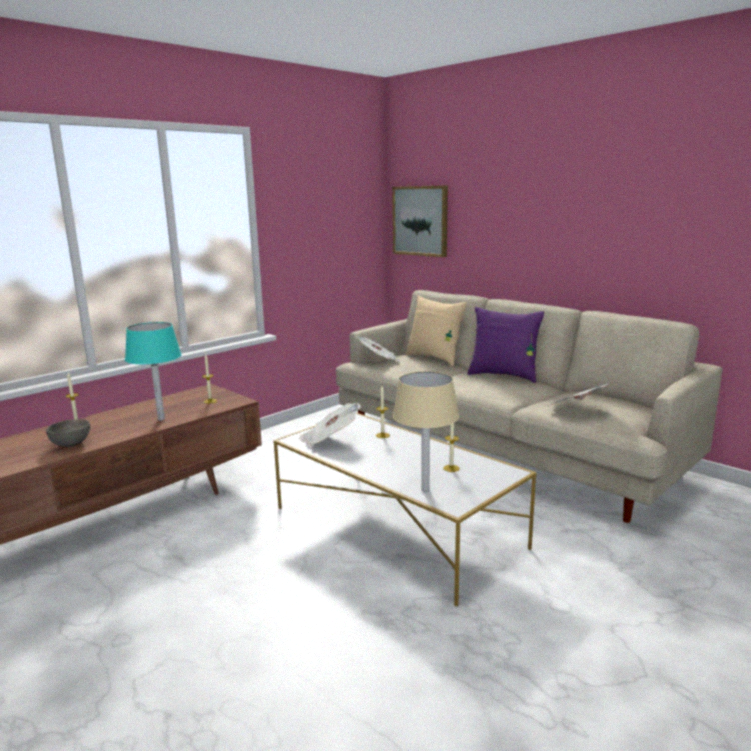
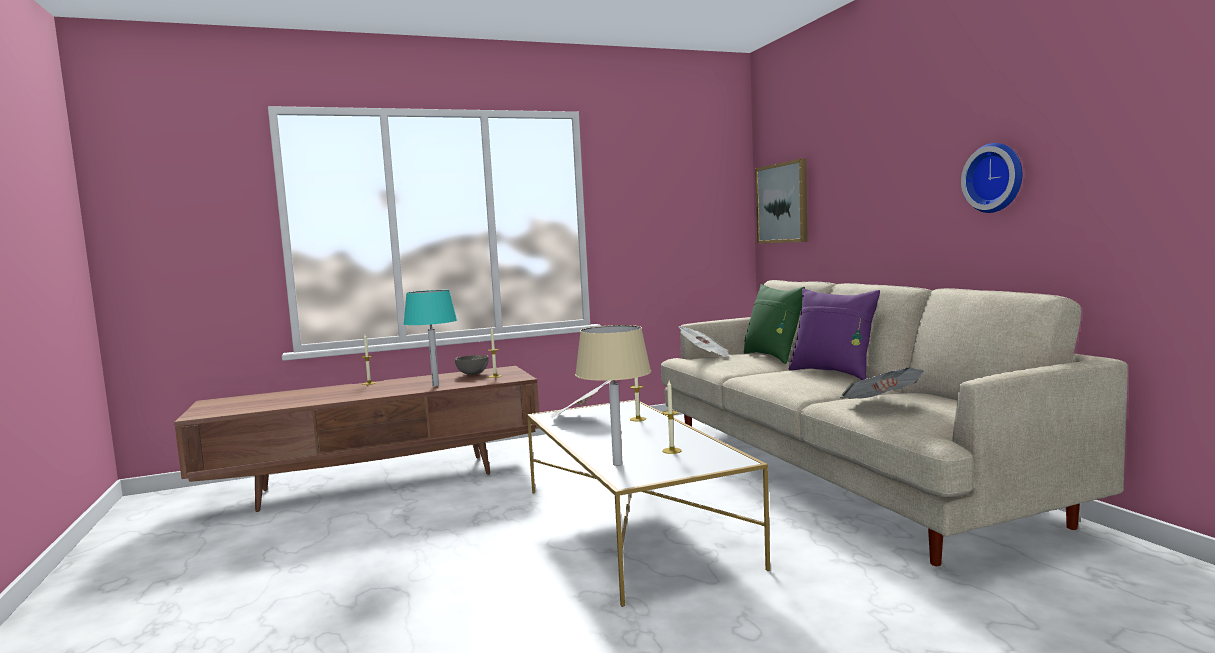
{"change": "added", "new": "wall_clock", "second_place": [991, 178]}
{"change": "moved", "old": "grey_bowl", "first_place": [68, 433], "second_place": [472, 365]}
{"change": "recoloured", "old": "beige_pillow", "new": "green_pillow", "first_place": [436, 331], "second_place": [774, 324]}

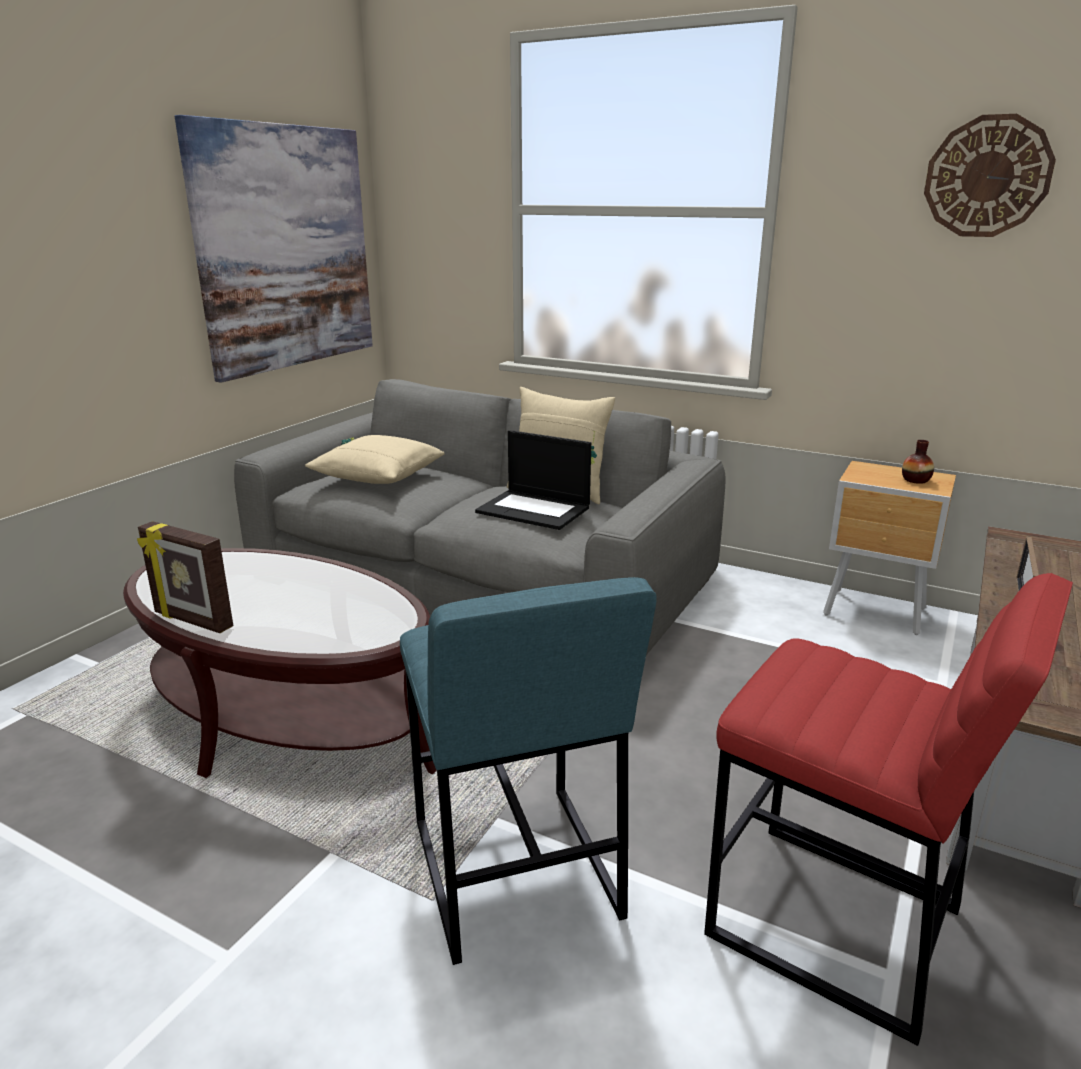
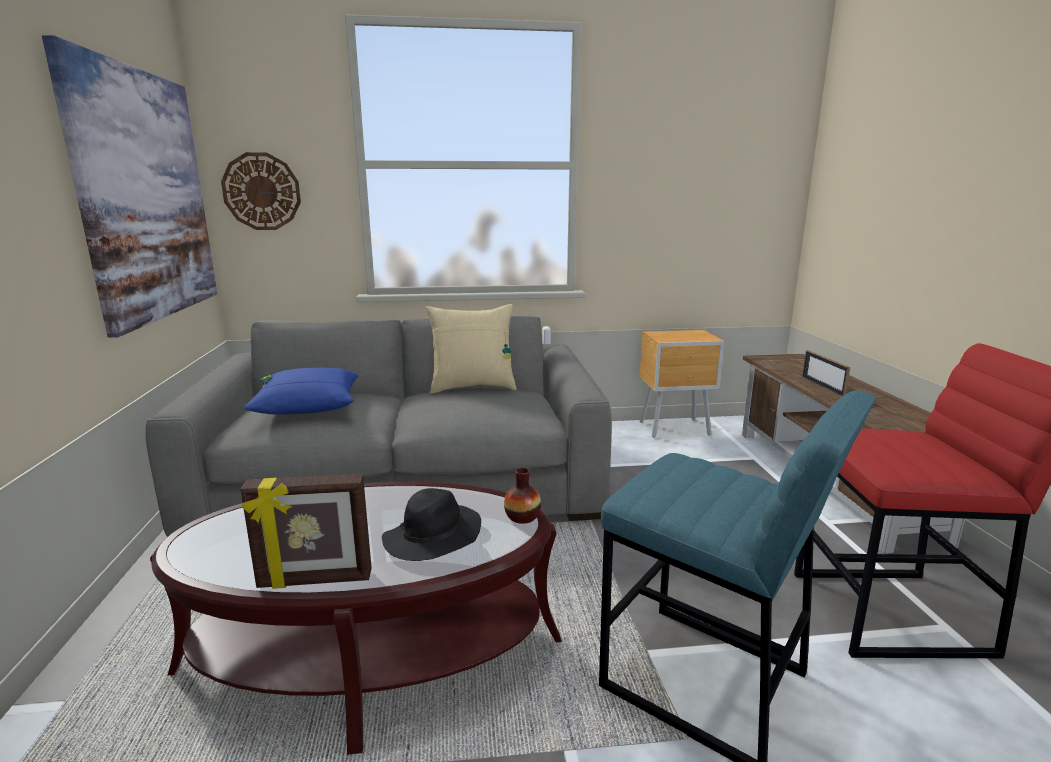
{"change": "removed", "old": "laptop", "first_place": [533, 480]}
{"change": "added", "new": "black_hat", "second_place": [431, 524]}
{"change": "moved", "old": "vase", "first_place": [918, 462], "second_place": [522, 496]}
{"change": "moved", "old": "wall_clock", "first_place": [990, 175], "second_place": [261, 191]}
{"change": "recoloured", "old": "beige_pillow", "new": "blue_pillow", "first_place": [375, 459], "second_place": [301, 391]}

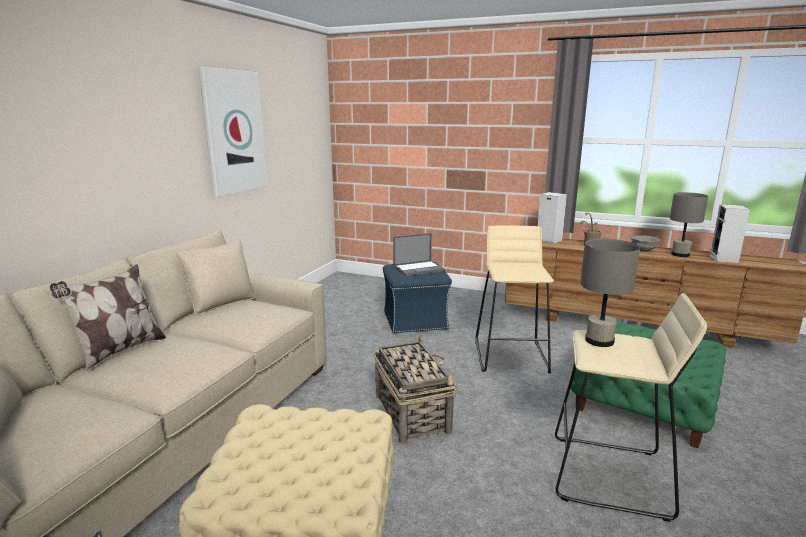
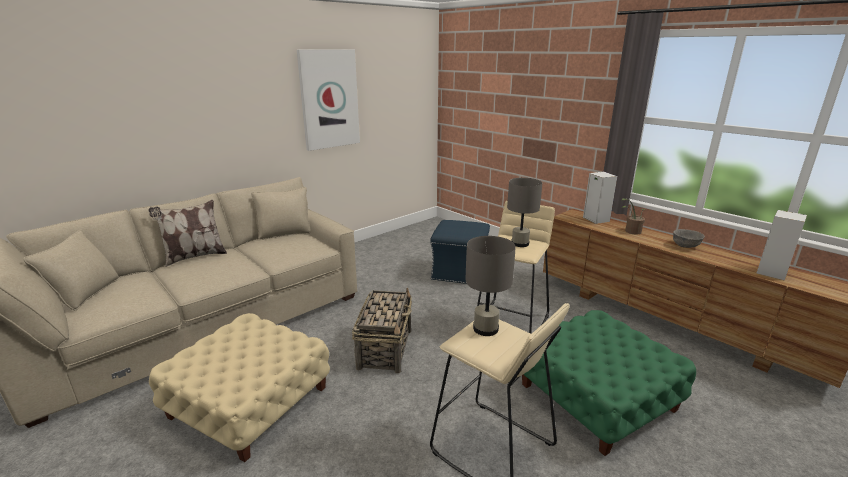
{"change": "removed", "old": "laptop", "first_place": [419, 254]}
{"change": "moved", "old": "grey_table_lamp", "first_place": [689, 224], "second_place": [524, 212]}

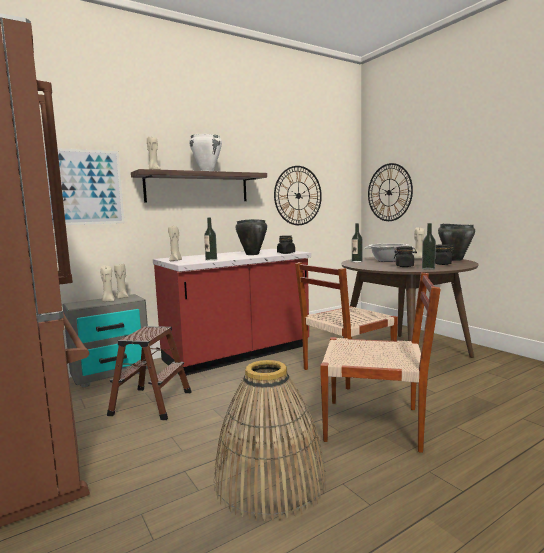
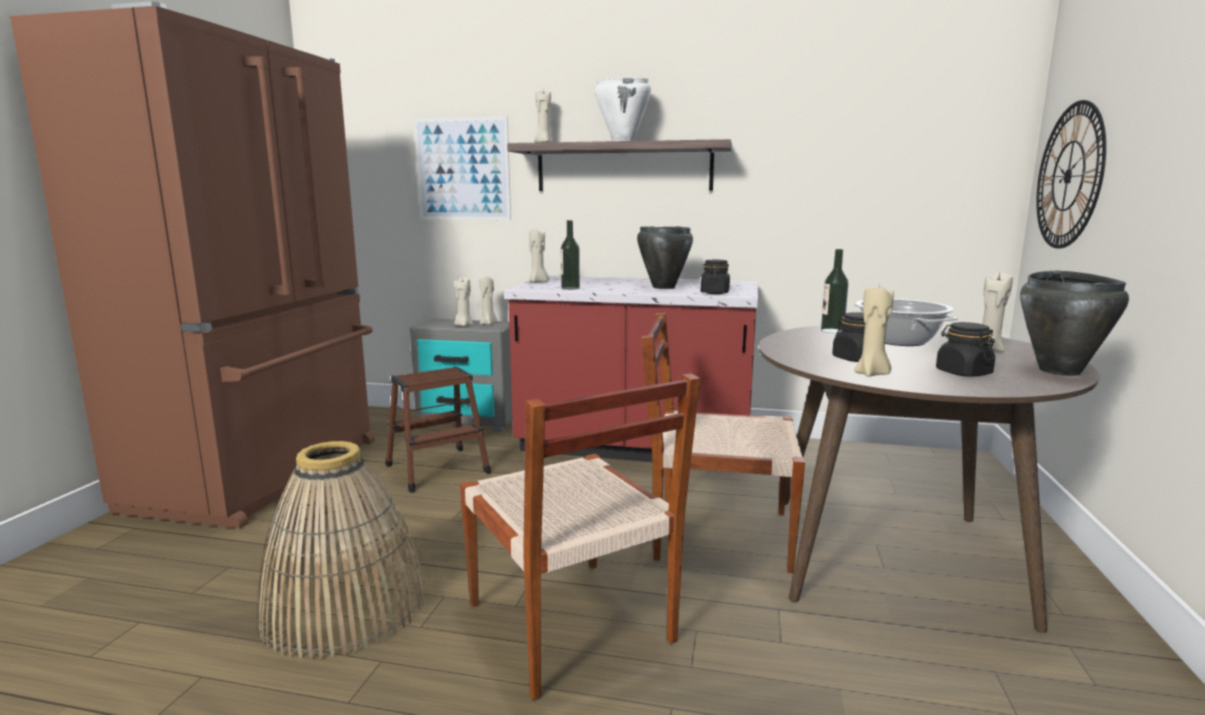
{"change": "removed", "old": "wall_clock", "first_place": [298, 195]}
{"change": "replaced", "old": "bottle", "new": "beige_candle", "first_place": [429, 246], "second_place": [874, 331]}

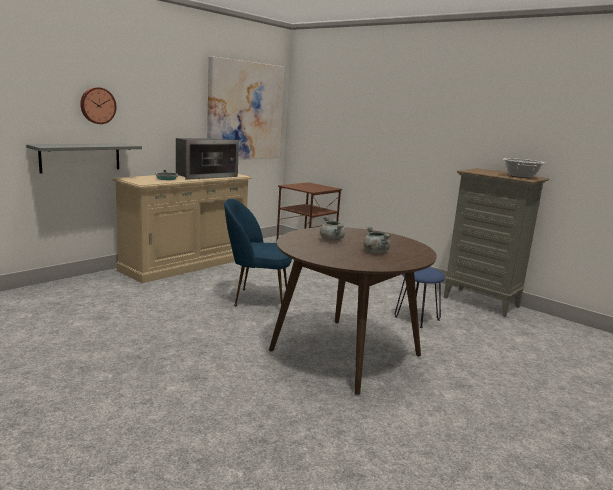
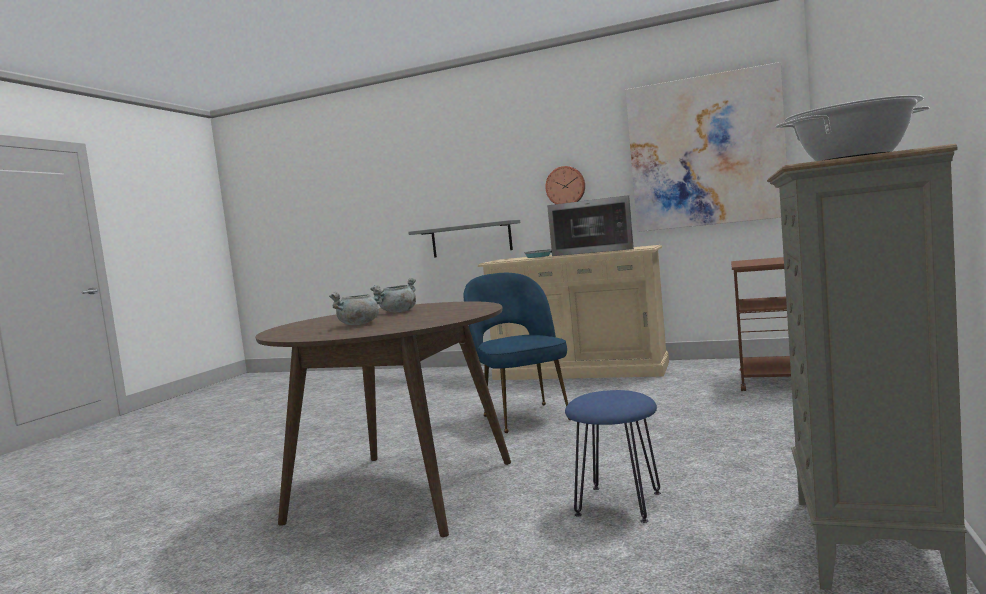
{"change": "moved", "old": "wall_clock", "first_place": [98, 105], "second_place": [565, 185]}

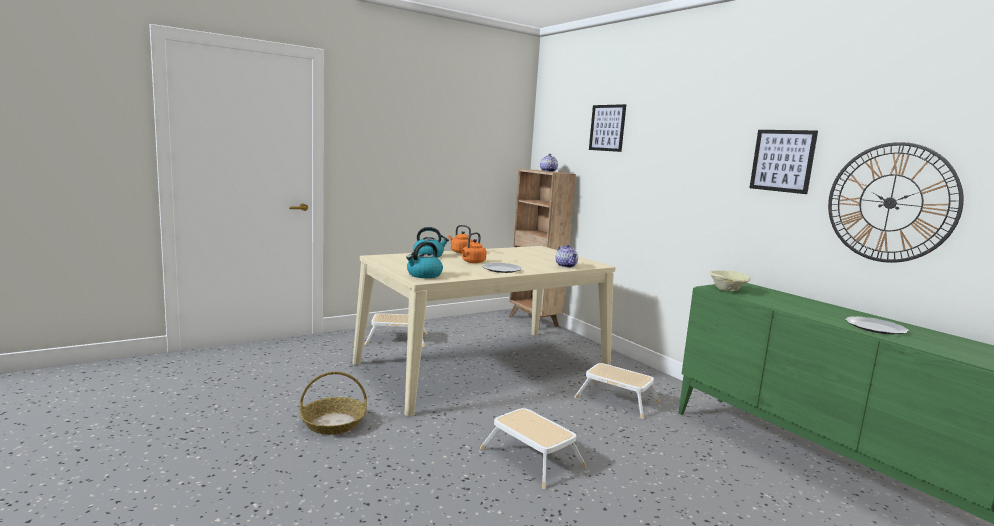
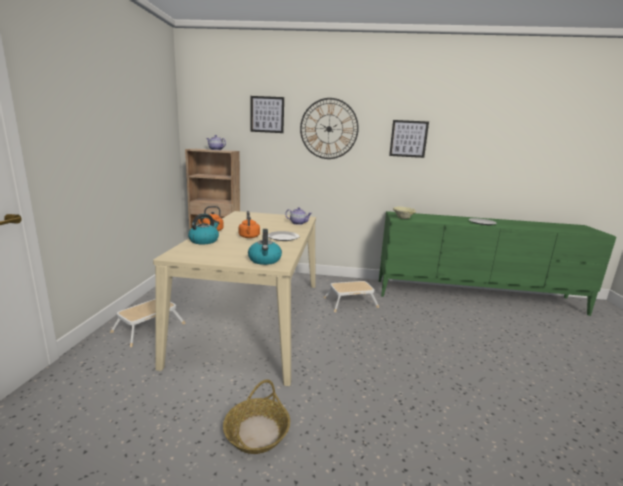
{"change": "removed", "old": "beige_step_ladder", "first_place": [533, 448]}
{"change": "moved", "old": "wall_clock", "first_place": [896, 202], "second_place": [329, 128]}

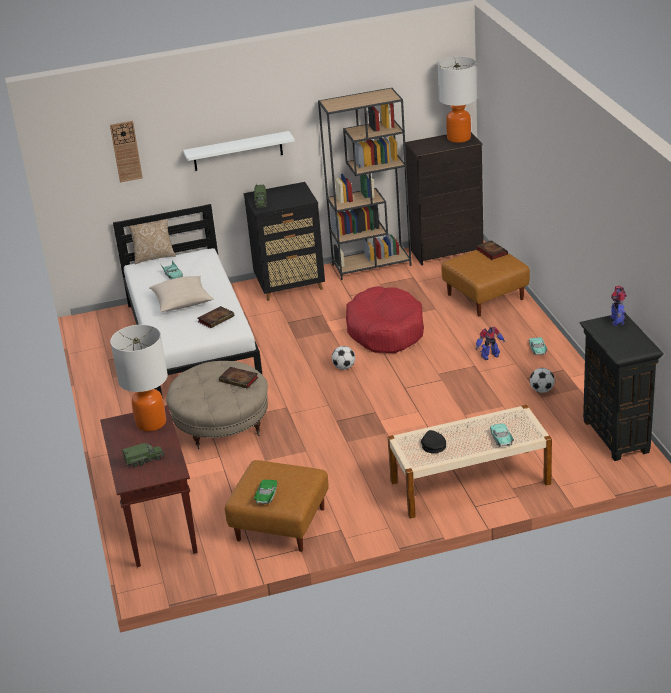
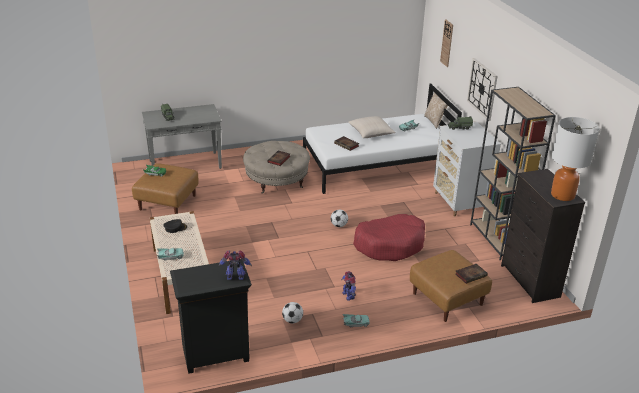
{"change": "removed", "old": "table_lamp", "first_place": [139, 378]}
{"change": "replaced", "old": "white_shelf", "new": "wall_clock", "first_place": [238, 151], "second_place": [482, 89]}
{"change": "recoloured", "old": "brown_console_table", "new": "grey_console_table", "first_place": [149, 486], "second_place": [182, 136]}
{"change": "recoloured", "old": "black_dresser", "new": "white_dresser", "first_place": [284, 241], "second_place": [467, 169]}

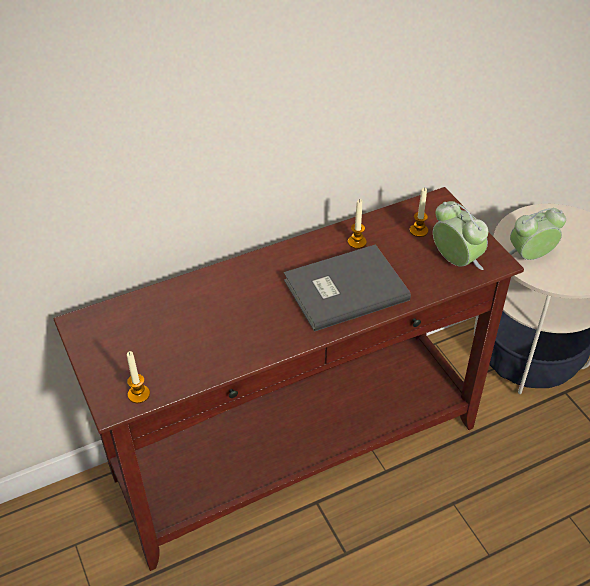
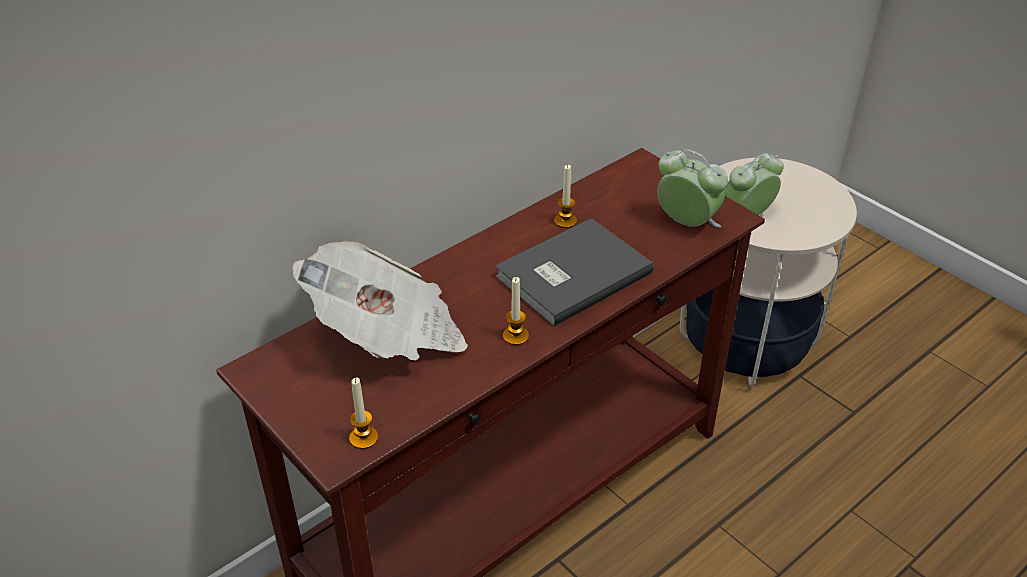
{"change": "added", "new": "newspaper", "second_place": [380, 300]}
{"change": "moved", "old": "candle", "first_place": [419, 212], "second_place": [516, 311]}

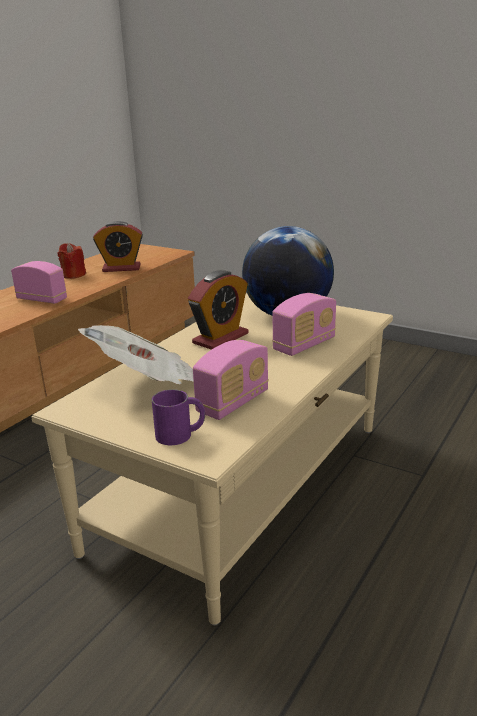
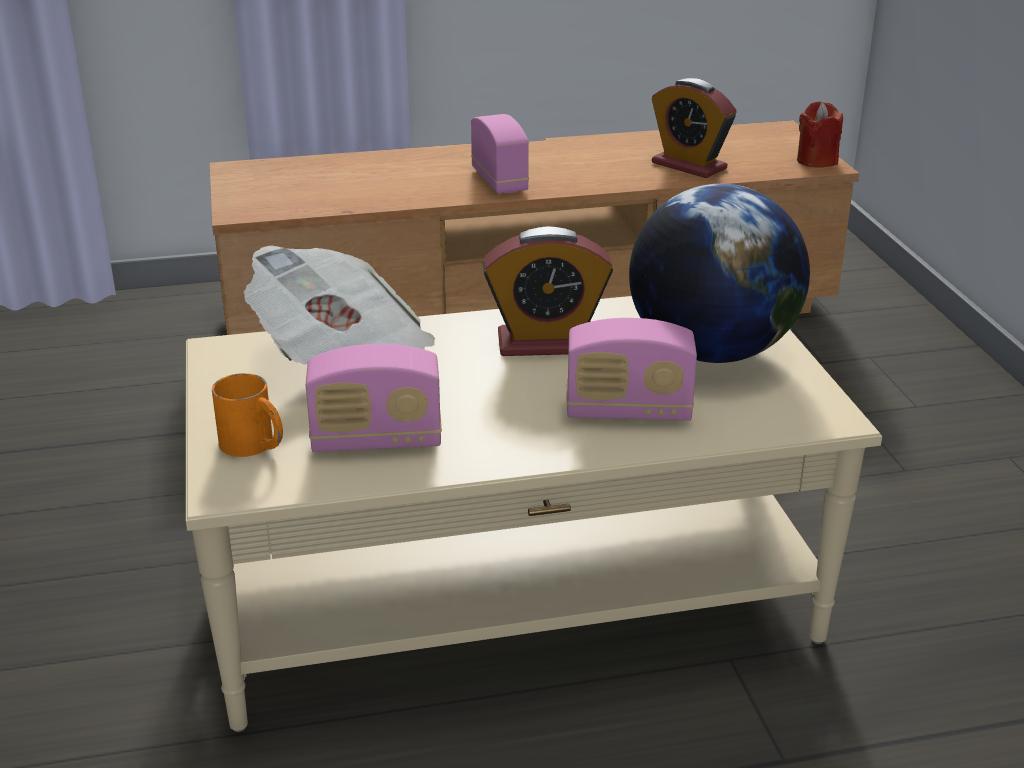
{"change": "moved", "old": "red_candle", "first_place": [72, 261], "second_place": [820, 134]}
{"change": "recoloured", "old": "purple_mug", "new": "orange_mug", "first_place": [178, 417], "second_place": [247, 415]}

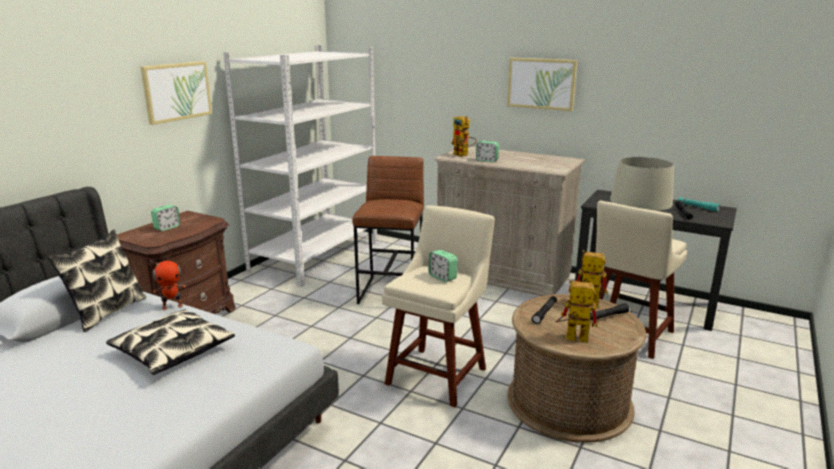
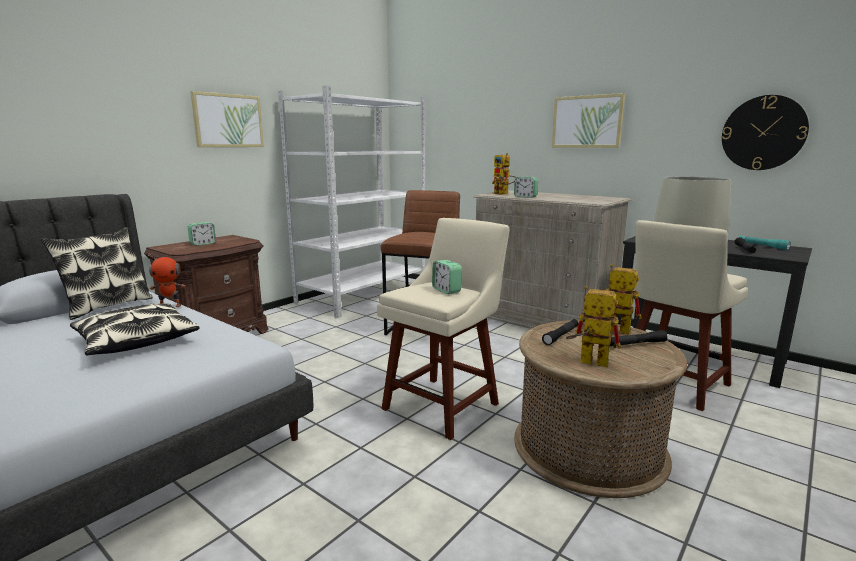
{"change": "added", "new": "wall_clock", "second_place": [765, 132]}

